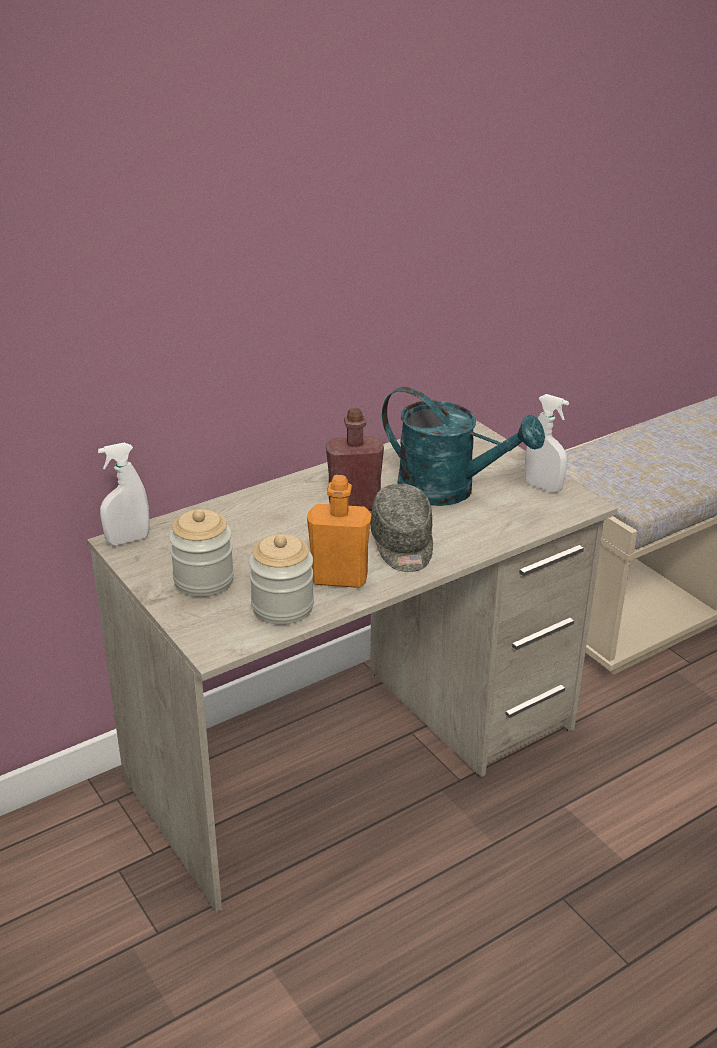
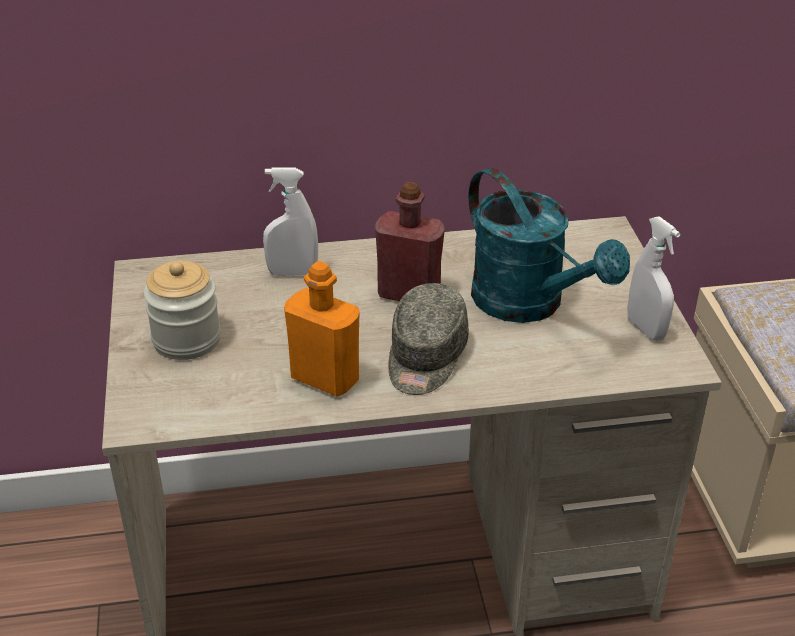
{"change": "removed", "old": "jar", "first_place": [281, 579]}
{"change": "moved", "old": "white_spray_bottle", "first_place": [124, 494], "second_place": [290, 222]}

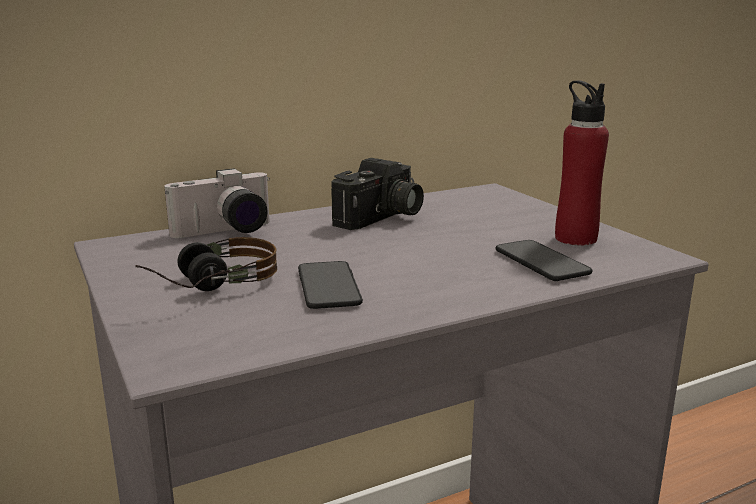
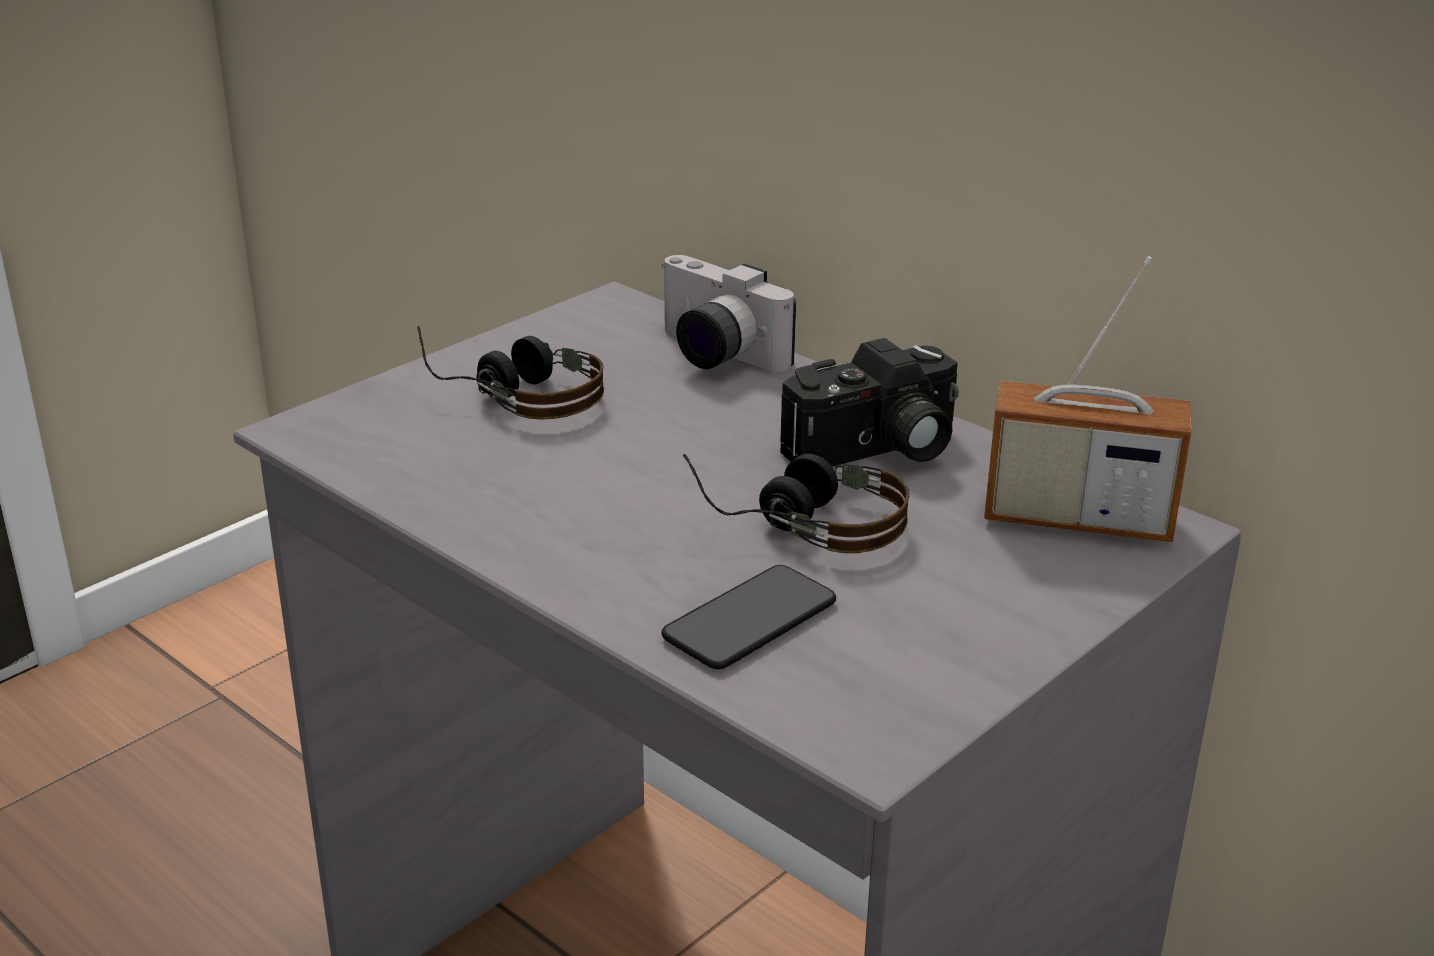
{"change": "removed", "old": "phone", "first_place": [330, 285]}
{"change": "removed", "old": "red_bottle", "first_place": [582, 162]}
{"change": "added", "new": "headphones", "second_place": [796, 503]}
{"change": "added", "new": "radio", "second_place": [1087, 399]}
{"change": "turned", "old": "photo_camera", "first_place": [377, 194], "second_place": [869, 402], "degrees": -45}

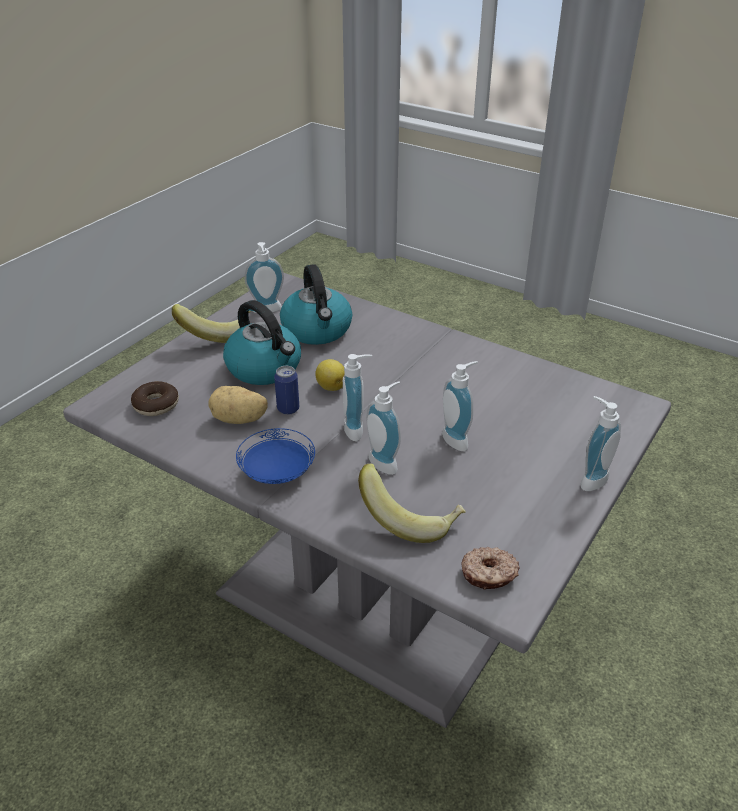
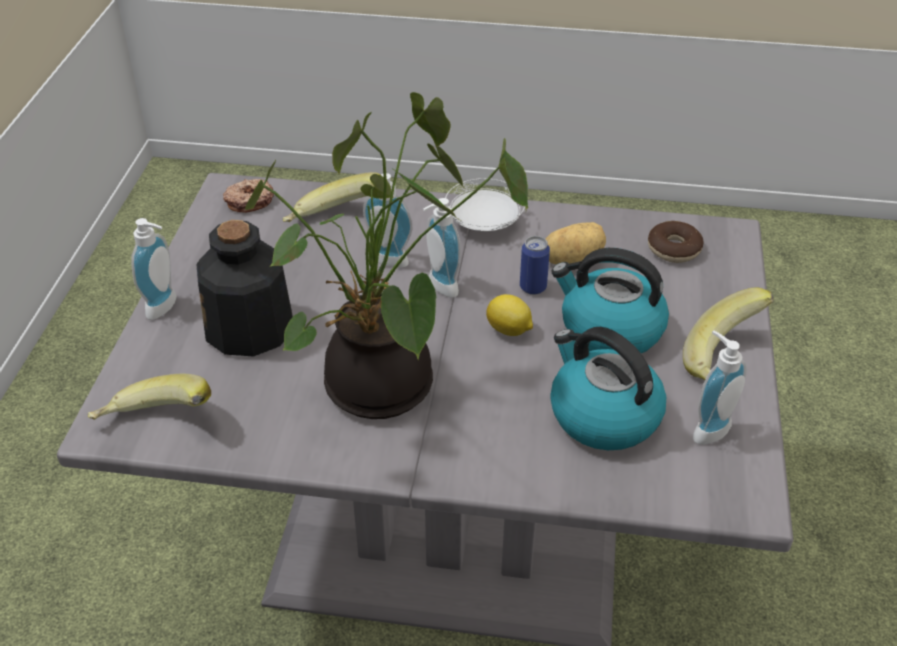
{"change": "removed", "old": "soap_dispenser", "first_place": [460, 406]}
{"change": "added", "new": "banana", "second_place": [149, 397]}
{"change": "added", "new": "bottle", "second_place": [245, 288]}
{"change": "added", "new": "potted_plant", "second_place": [386, 255]}
{"change": "recoloured", "old": "blue_plate", "new": "white_plate", "first_place": [275, 456], "second_place": [485, 204]}

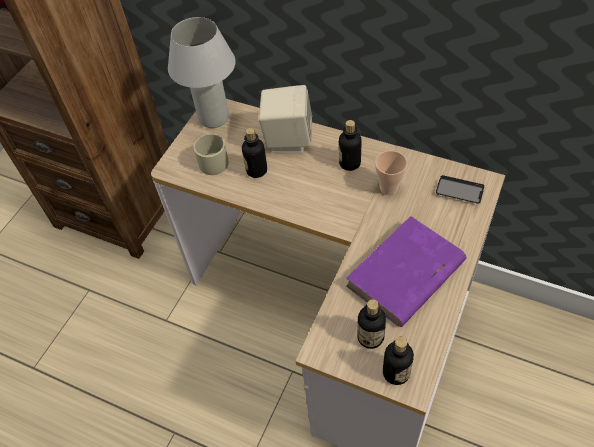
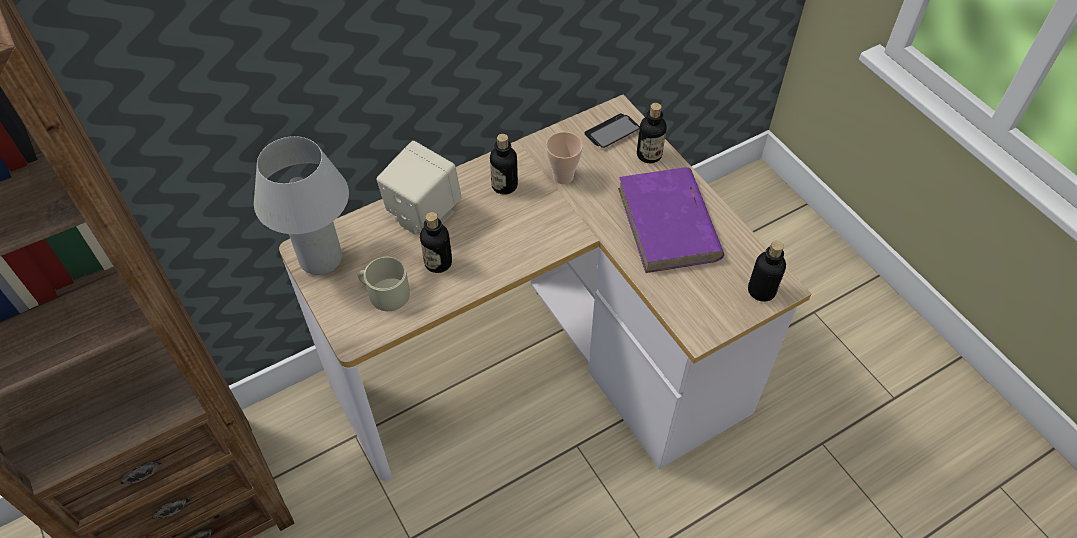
{"change": "moved", "old": "bottle", "first_place": [371, 324], "second_place": [651, 133]}

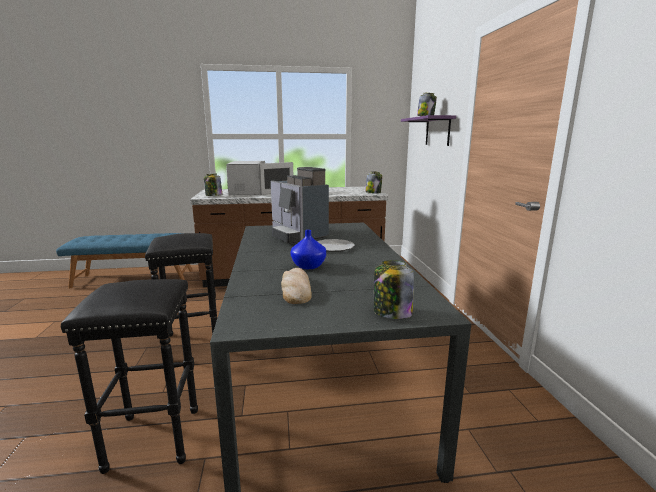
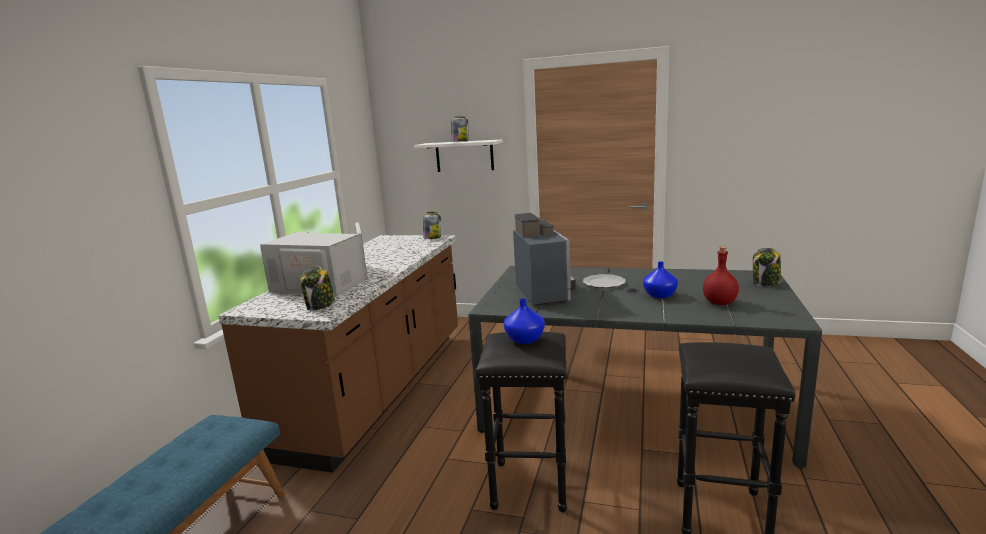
{"change": "added", "new": "blue_vase", "second_place": [524, 321]}
{"change": "replaced", "old": "bread", "new": "red_bottle", "first_place": [296, 286], "second_place": [721, 276]}
{"change": "recoloured", "old": "purple_shelf", "new": "white_shelf", "first_place": [428, 130], "second_place": [458, 155]}
{"change": "turned", "old": "coffee_machine", "first_place": [300, 205], "second_place": [544, 259], "degrees": -90}

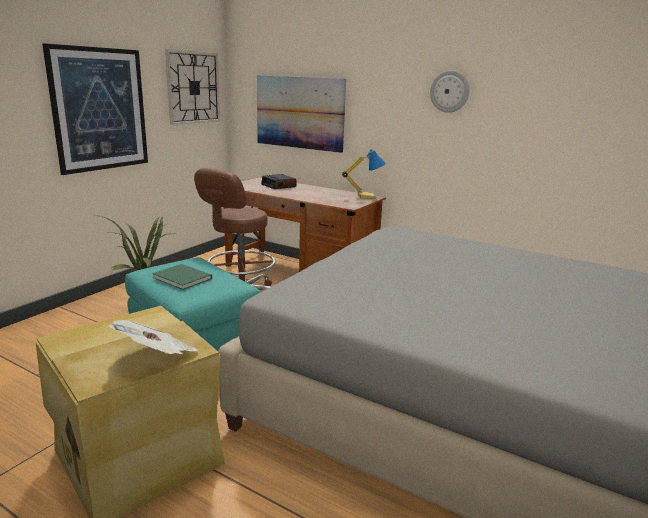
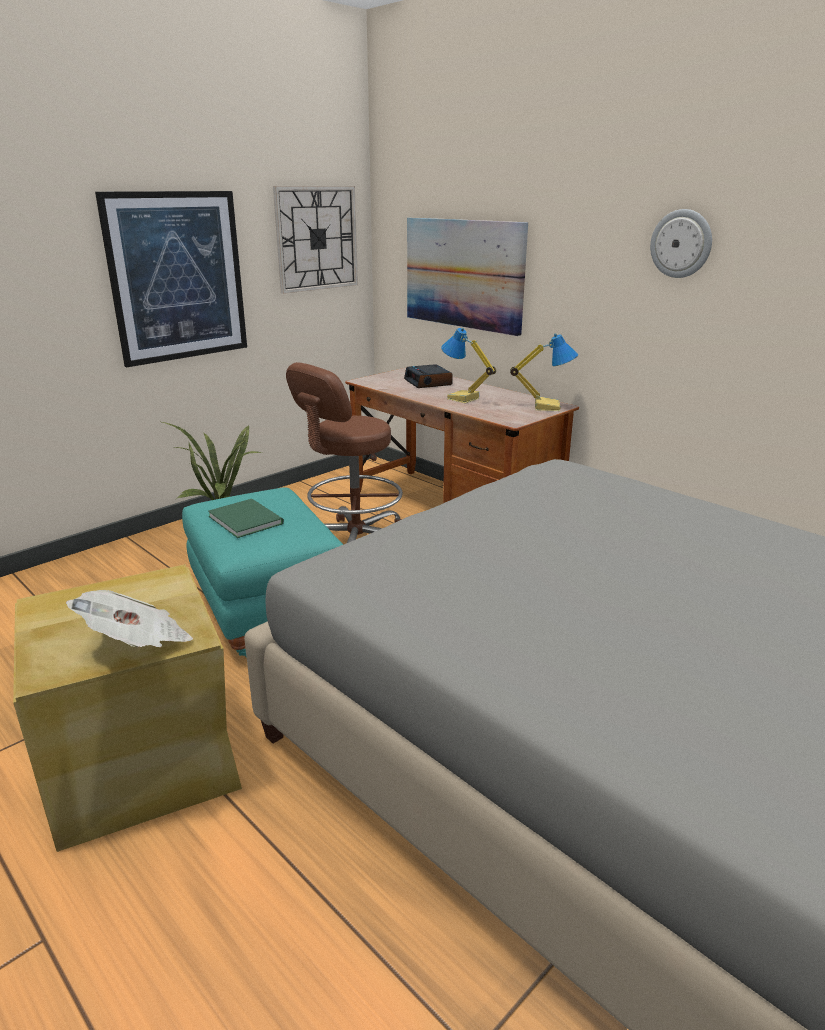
{"change": "added", "new": "table_lamp", "second_place": [468, 365]}

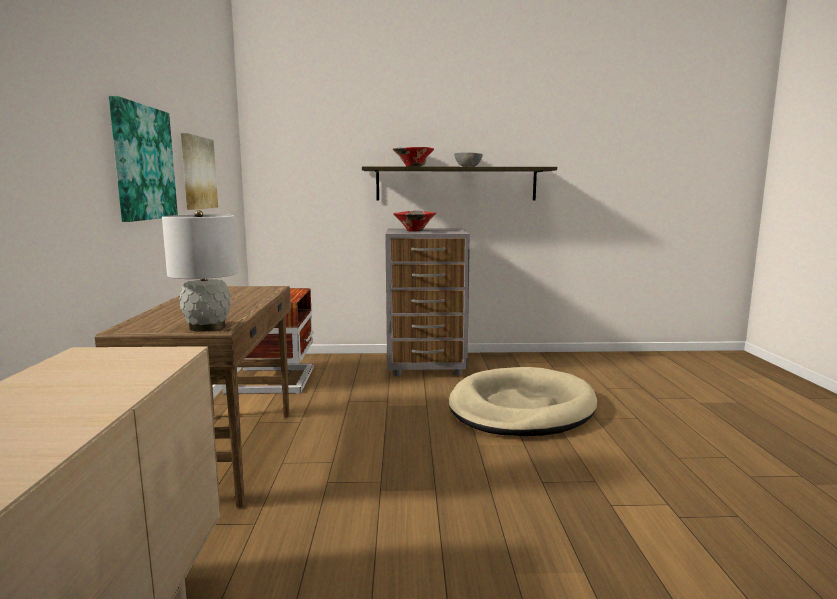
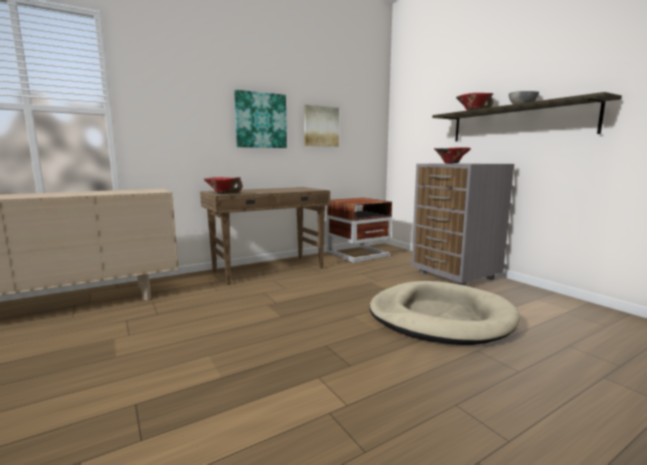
{"change": "replaced", "old": "white_table_lamp", "new": "red_bowl", "first_place": [200, 271], "second_place": [223, 185]}

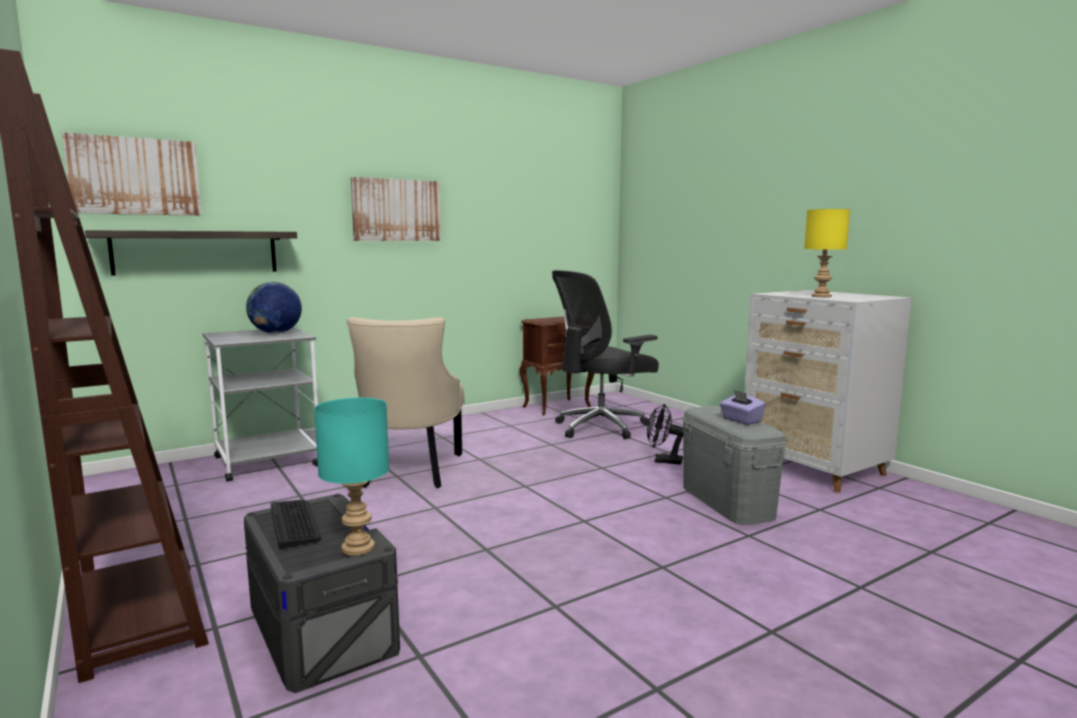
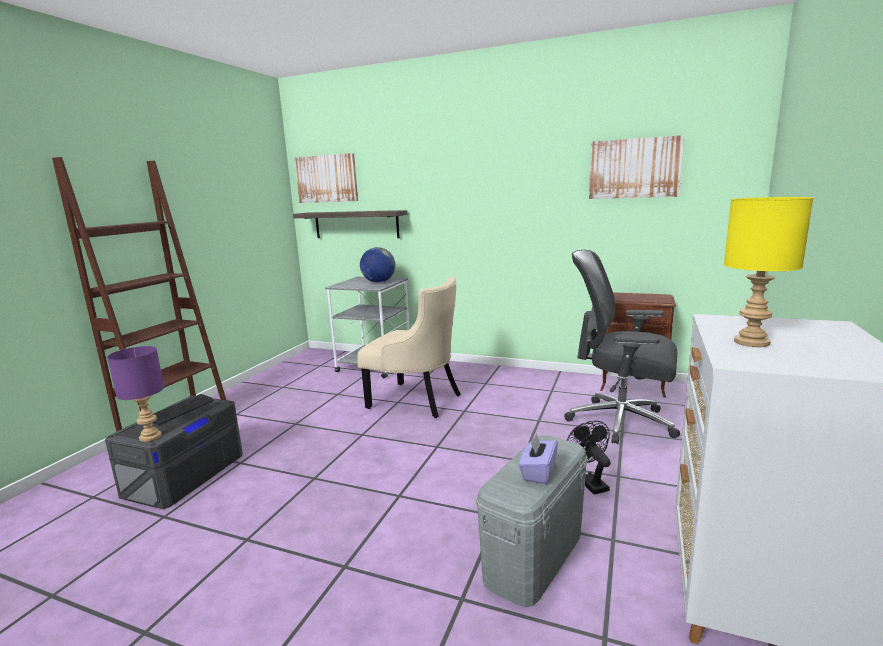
{"change": "moved", "old": "picture", "first_place": [395, 209], "second_place": [636, 167]}
{"change": "recoloured", "old": "turquoise_table_lamp", "new": "purple_table_lamp", "first_place": [351, 477], "second_place": [135, 394]}
{"change": "turned", "old": "beige_chair", "first_place": [406, 402], "second_place": [409, 347], "degrees": -120}

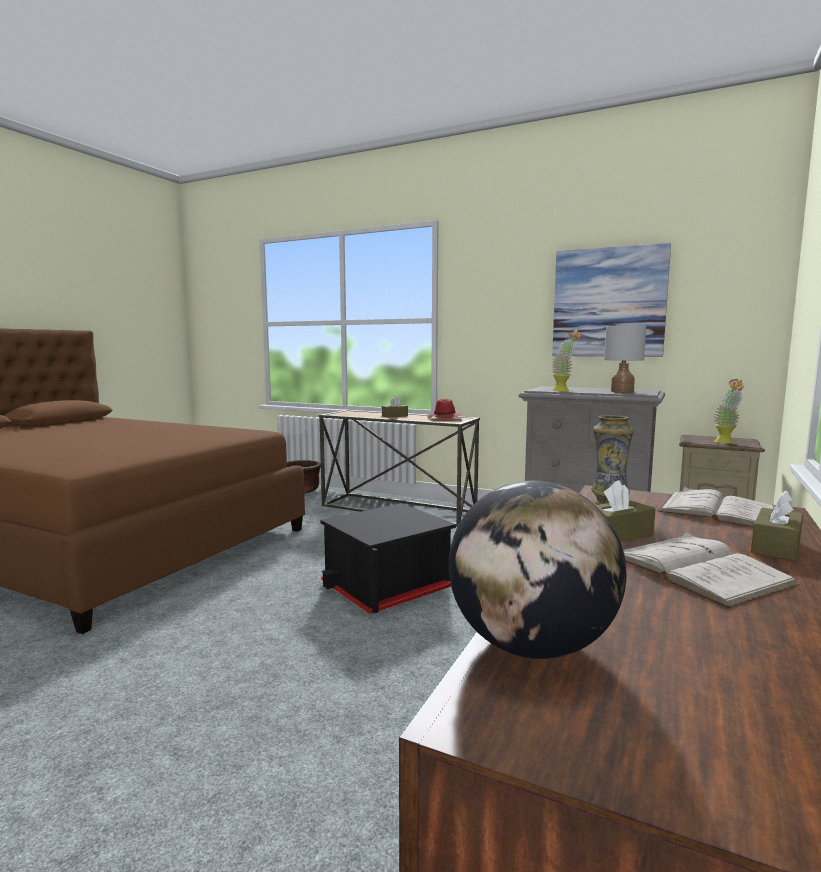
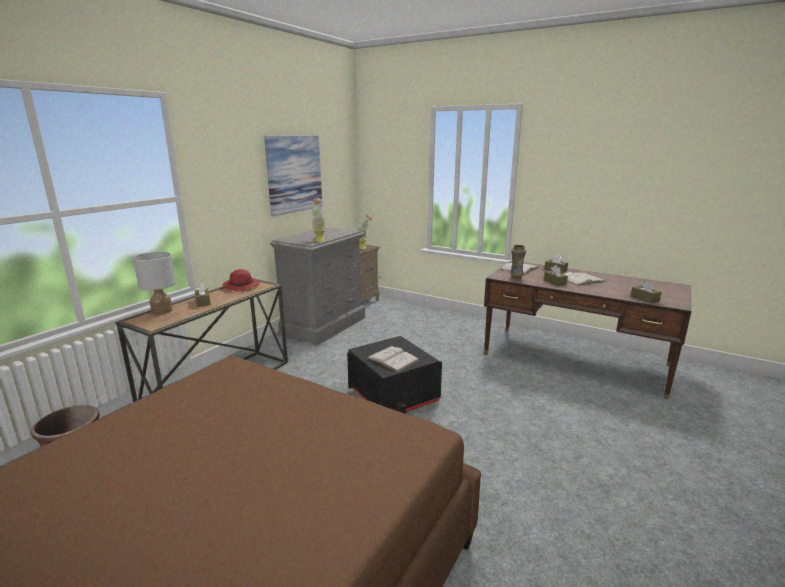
{"change": "added", "new": "white_book", "second_place": [393, 358]}
{"change": "moved", "old": "grey_table_lamp", "first_place": [625, 359], "second_place": [154, 283]}
{"change": "replaced", "old": "globe", "new": "brown_tissue_box", "first_place": [537, 570], "second_place": [646, 292]}

